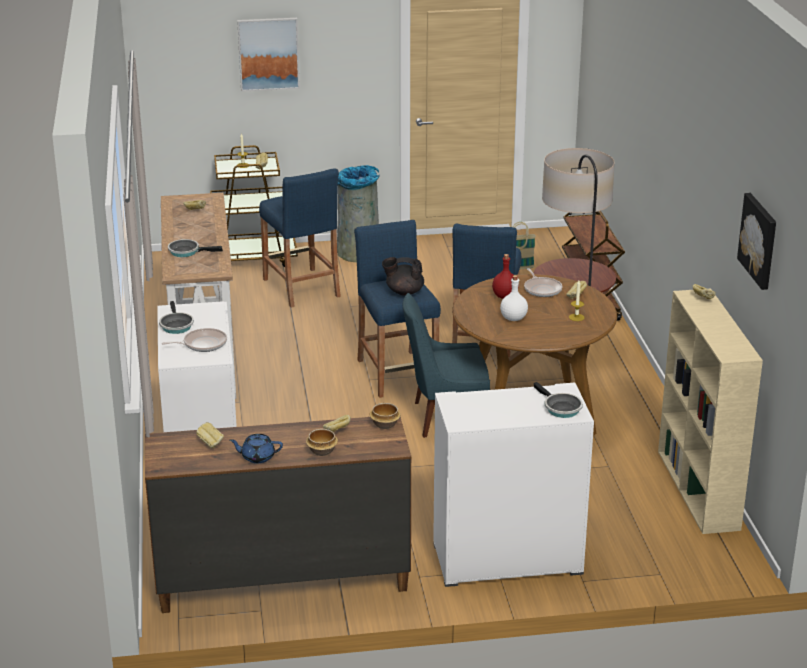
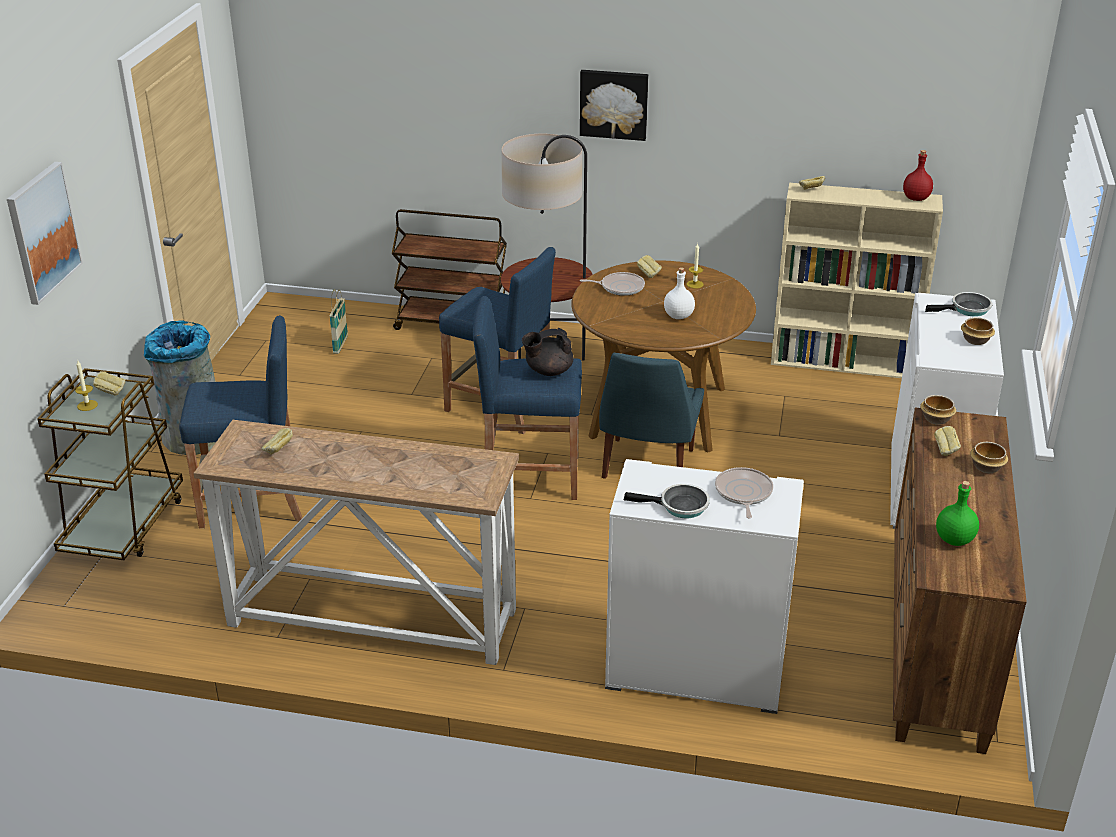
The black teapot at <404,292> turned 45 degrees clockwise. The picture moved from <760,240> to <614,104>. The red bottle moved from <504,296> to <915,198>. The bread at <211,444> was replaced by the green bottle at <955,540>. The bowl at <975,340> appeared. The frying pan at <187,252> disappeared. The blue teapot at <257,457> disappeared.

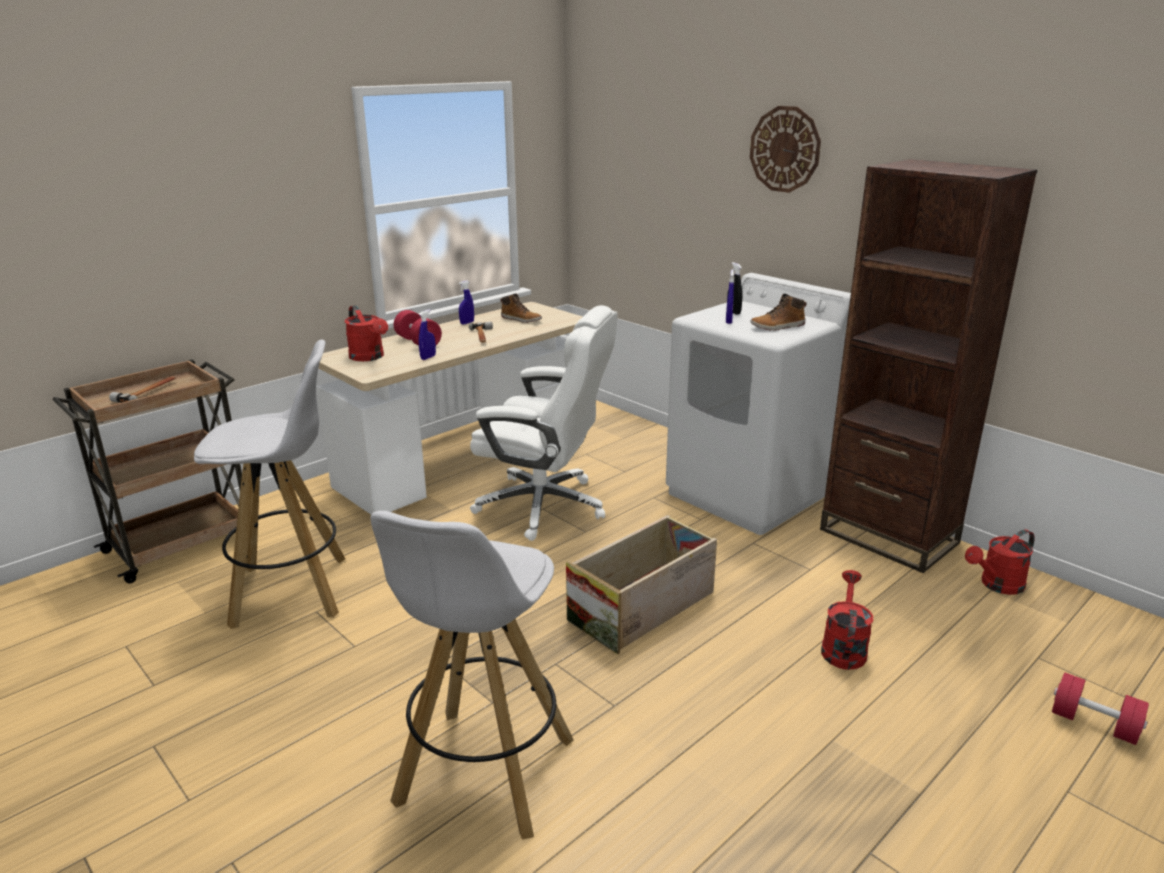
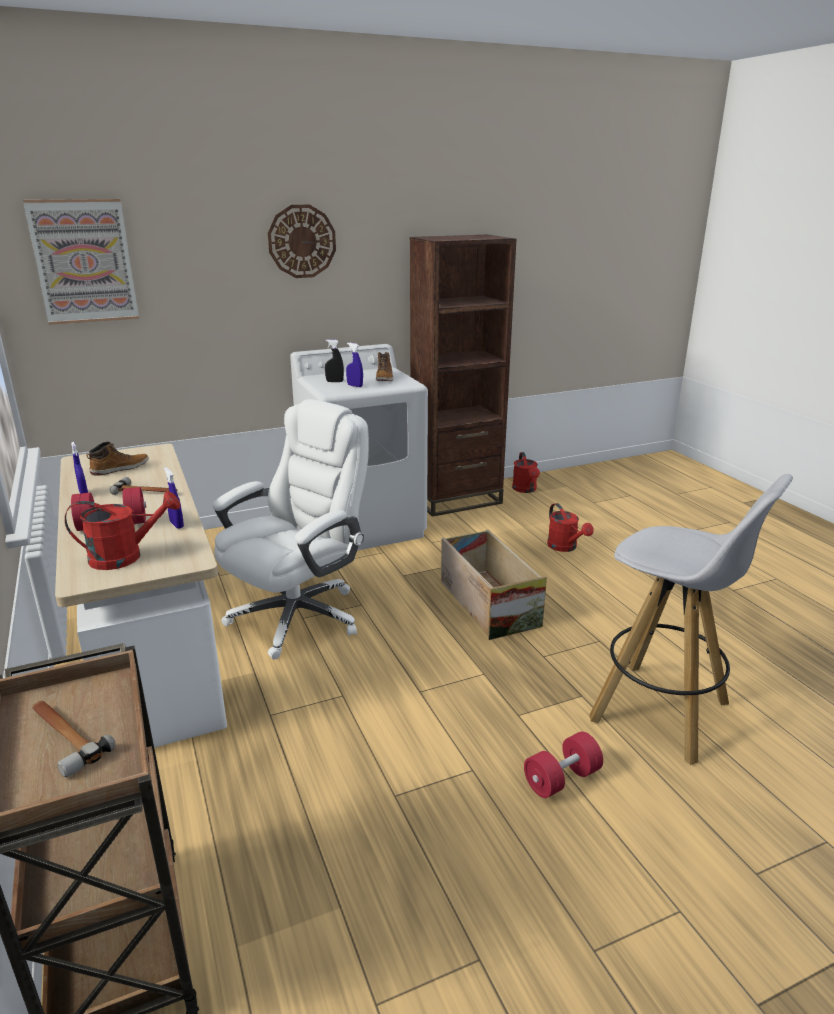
The picture at <84,262> appeared. The red dumbbell moved from <1094,724> to <562,779>. The red watering can at <843,647> turned 150 degrees counterclockwise. The white stool at <293,591> disappeared.

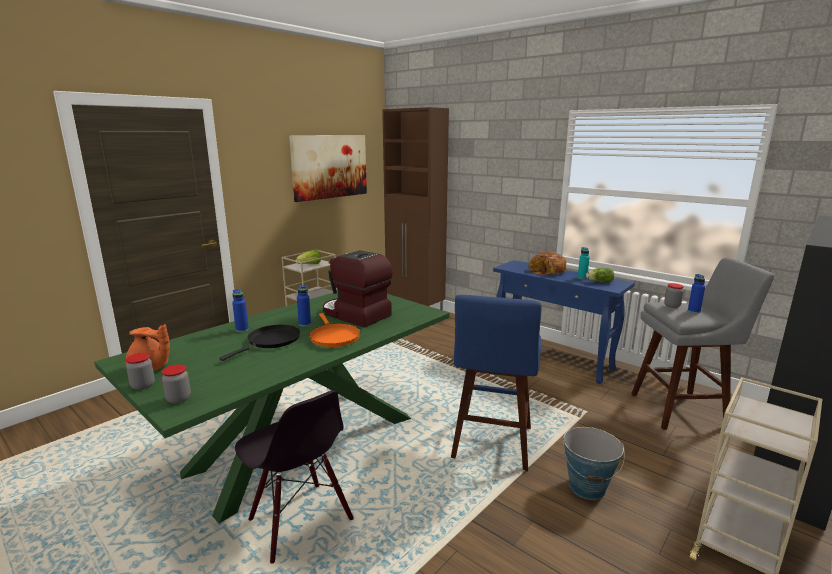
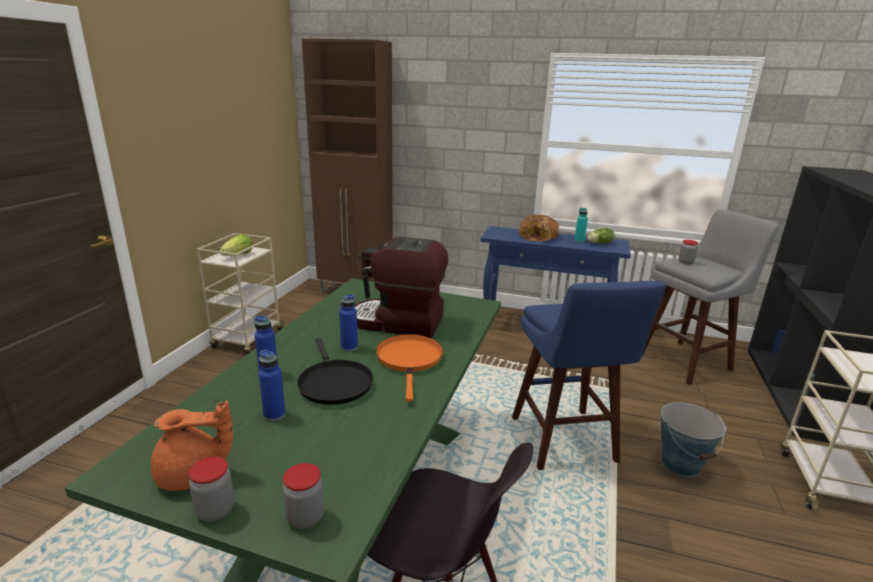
The blue bottle moved from <694,311> to <274,414>. The black frying pan at <271,341> turned 150 degrees clockwise. The orange frying pan at <333,337> turned 135 degrees counterclockwise. The picture at <330,166> disappeared.

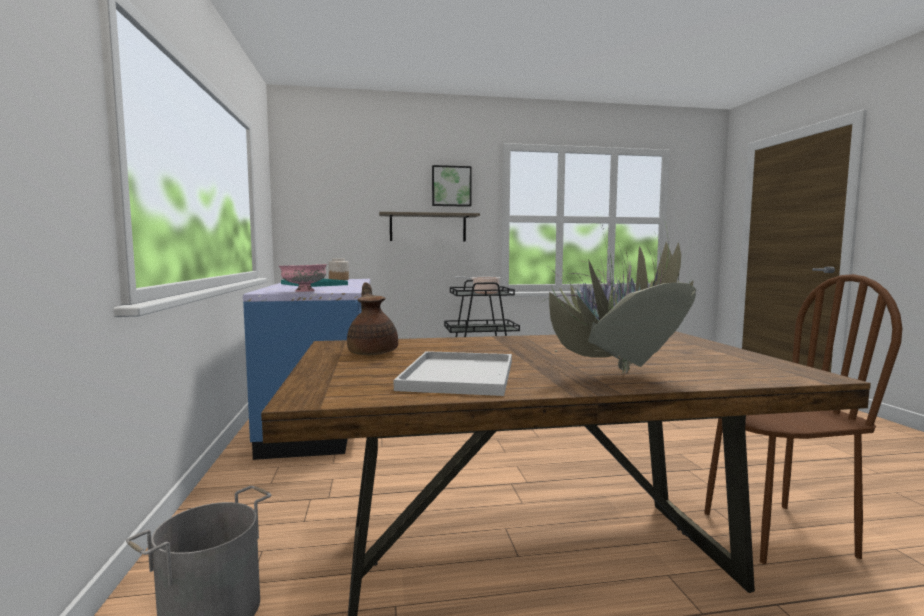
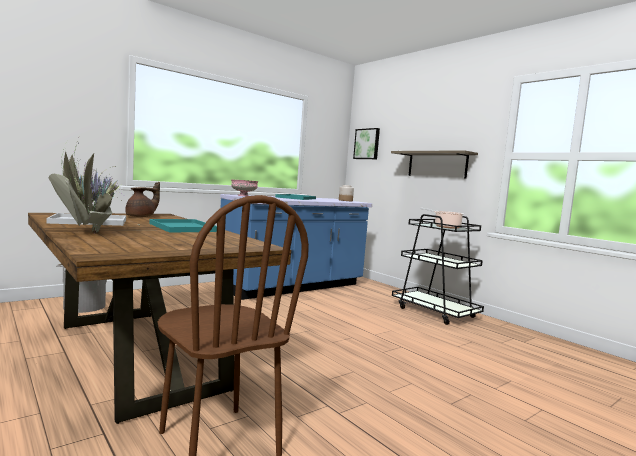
The turquoise tray at <182,227> appeared. The picture moved from <451,186> to <367,144>.

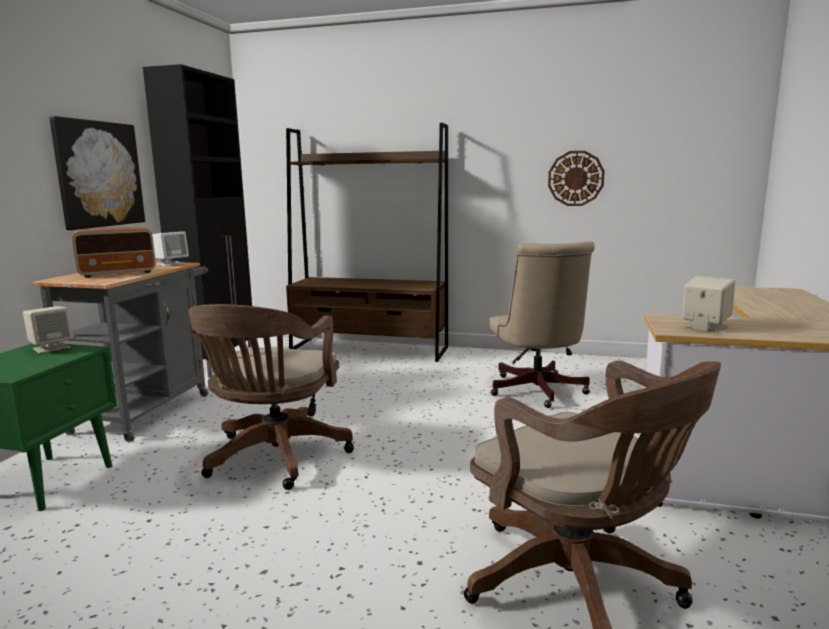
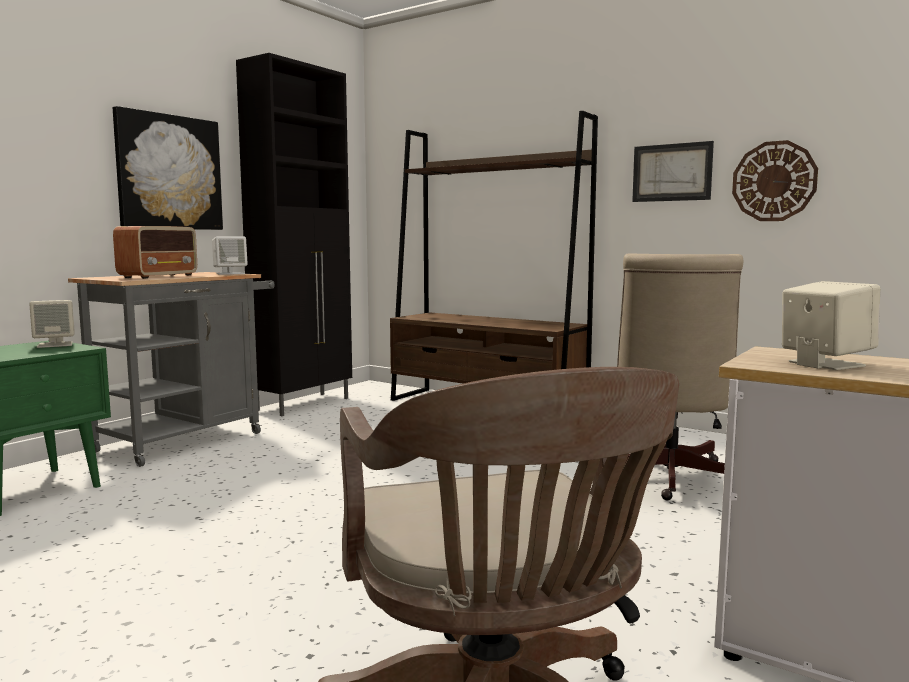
The radio at <118,273> turned 60 degrees counterclockwise. The picture at <672,172> appeared. The brown office chair at <274,458> disappeared.

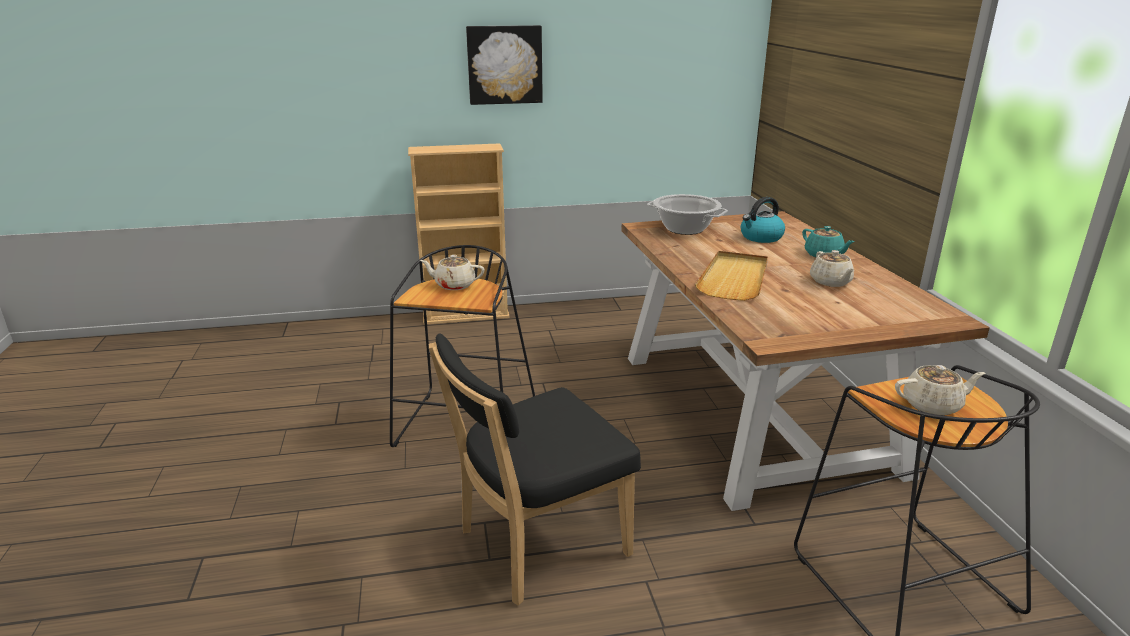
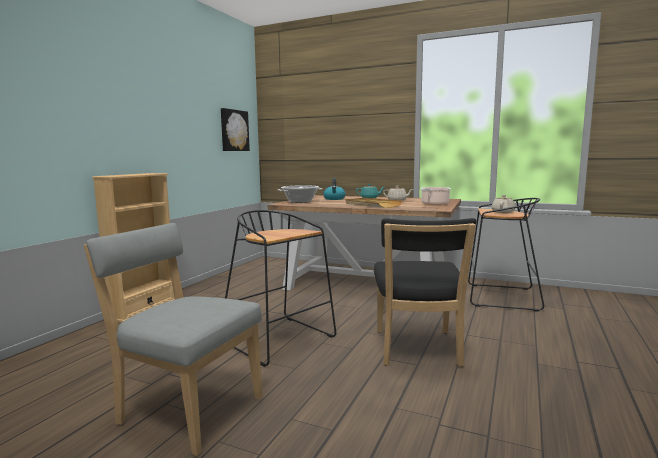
The grey chair at <186,409> appeared. The picture moved from <504,64> to <233,130>. The cooking pot at <434,204> appeared. The beige teapot at <454,285> disappeared.

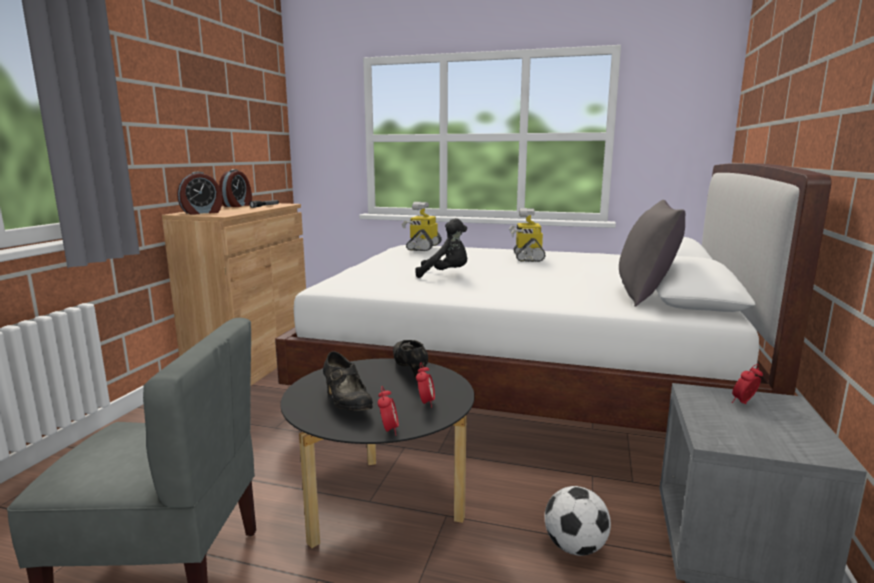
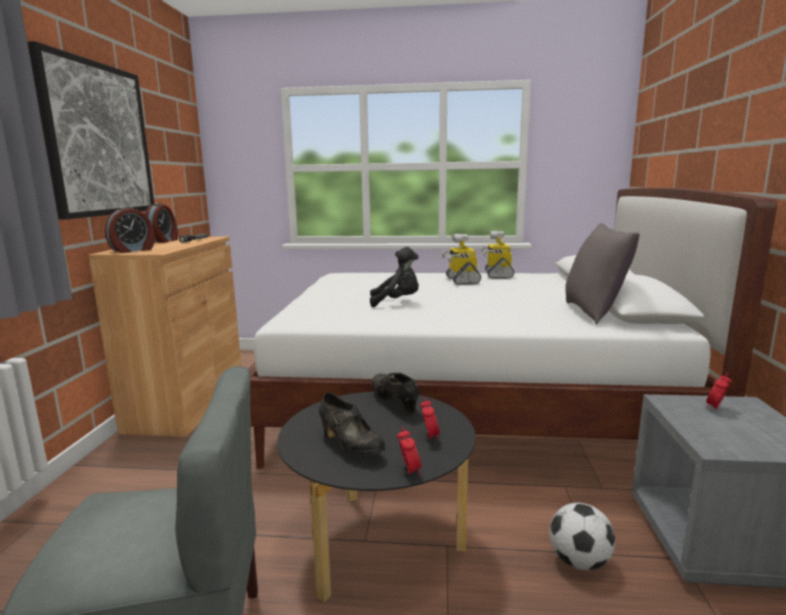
The picture at <98,140> appeared. The toy robot moved from <423,247> to <497,275>.

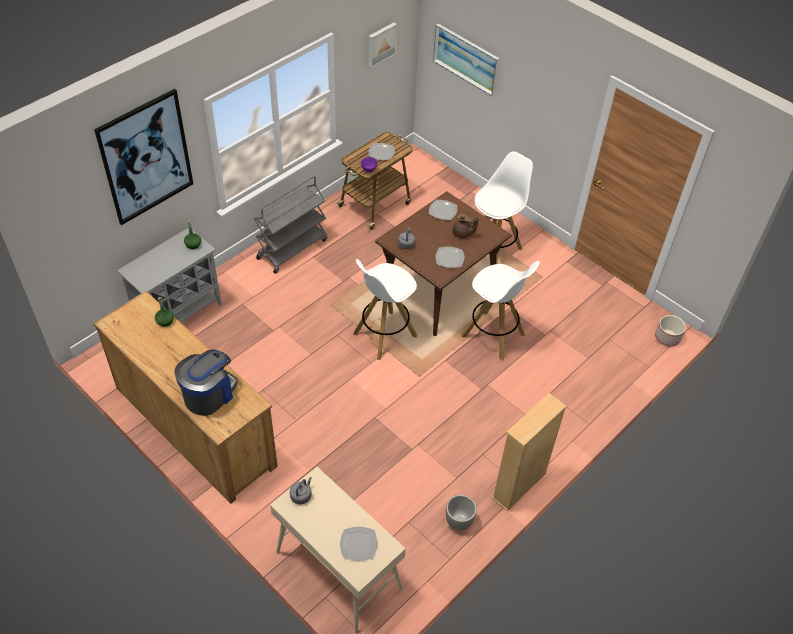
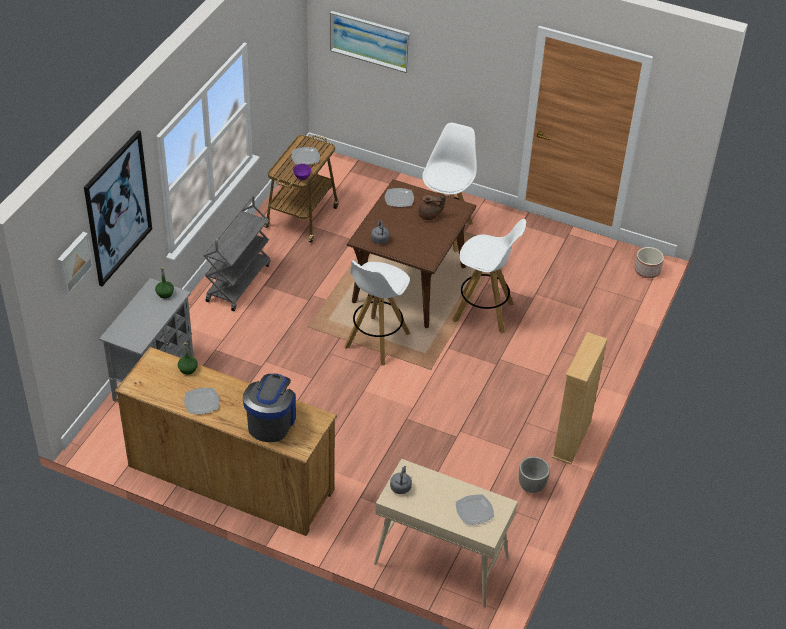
The picture moved from <381,44> to <73,262>. The plate moved from <449,258> to <201,402>.

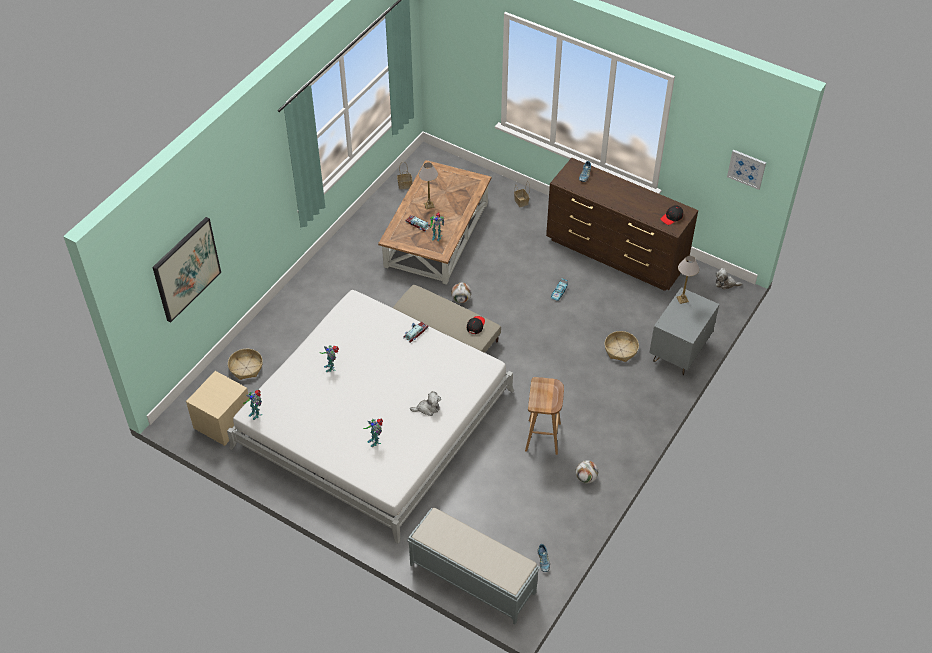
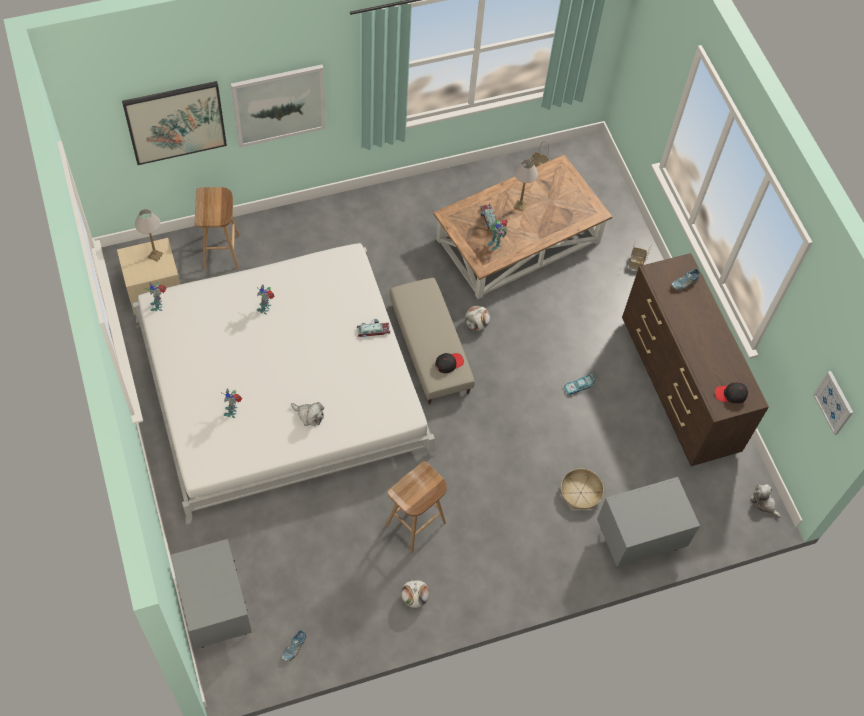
The table lamp moved from <682,299> to <155,255>. The grey bench at <471,578> was replaced by the grey nightstand at <216,610>. The basket at <246,367> was replaced by the brown stool at <222,252>. The picture at <279,105> appeared.

